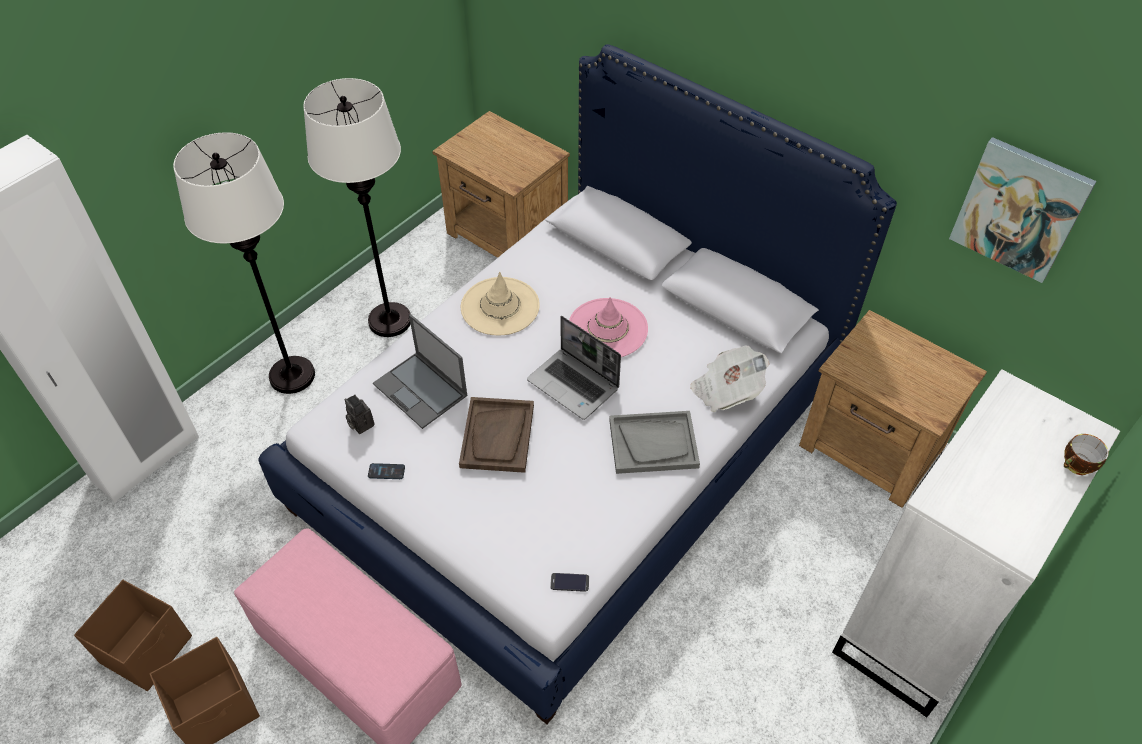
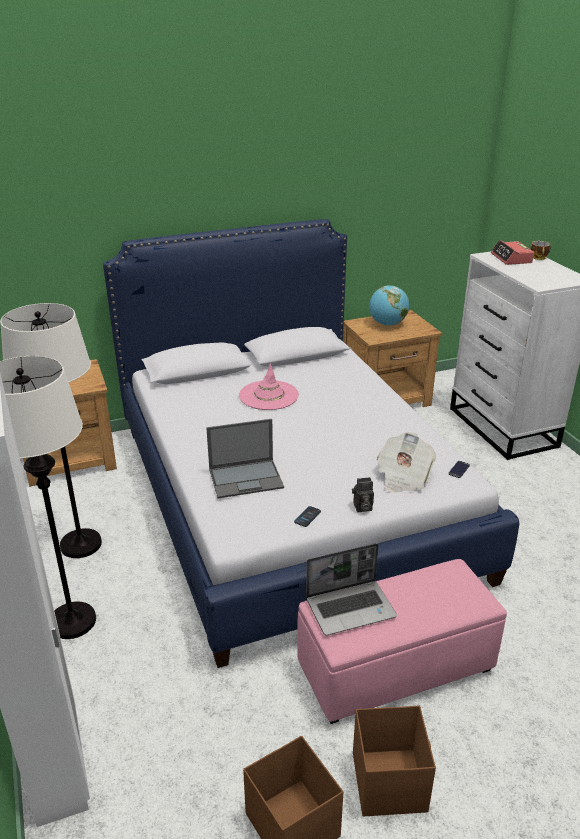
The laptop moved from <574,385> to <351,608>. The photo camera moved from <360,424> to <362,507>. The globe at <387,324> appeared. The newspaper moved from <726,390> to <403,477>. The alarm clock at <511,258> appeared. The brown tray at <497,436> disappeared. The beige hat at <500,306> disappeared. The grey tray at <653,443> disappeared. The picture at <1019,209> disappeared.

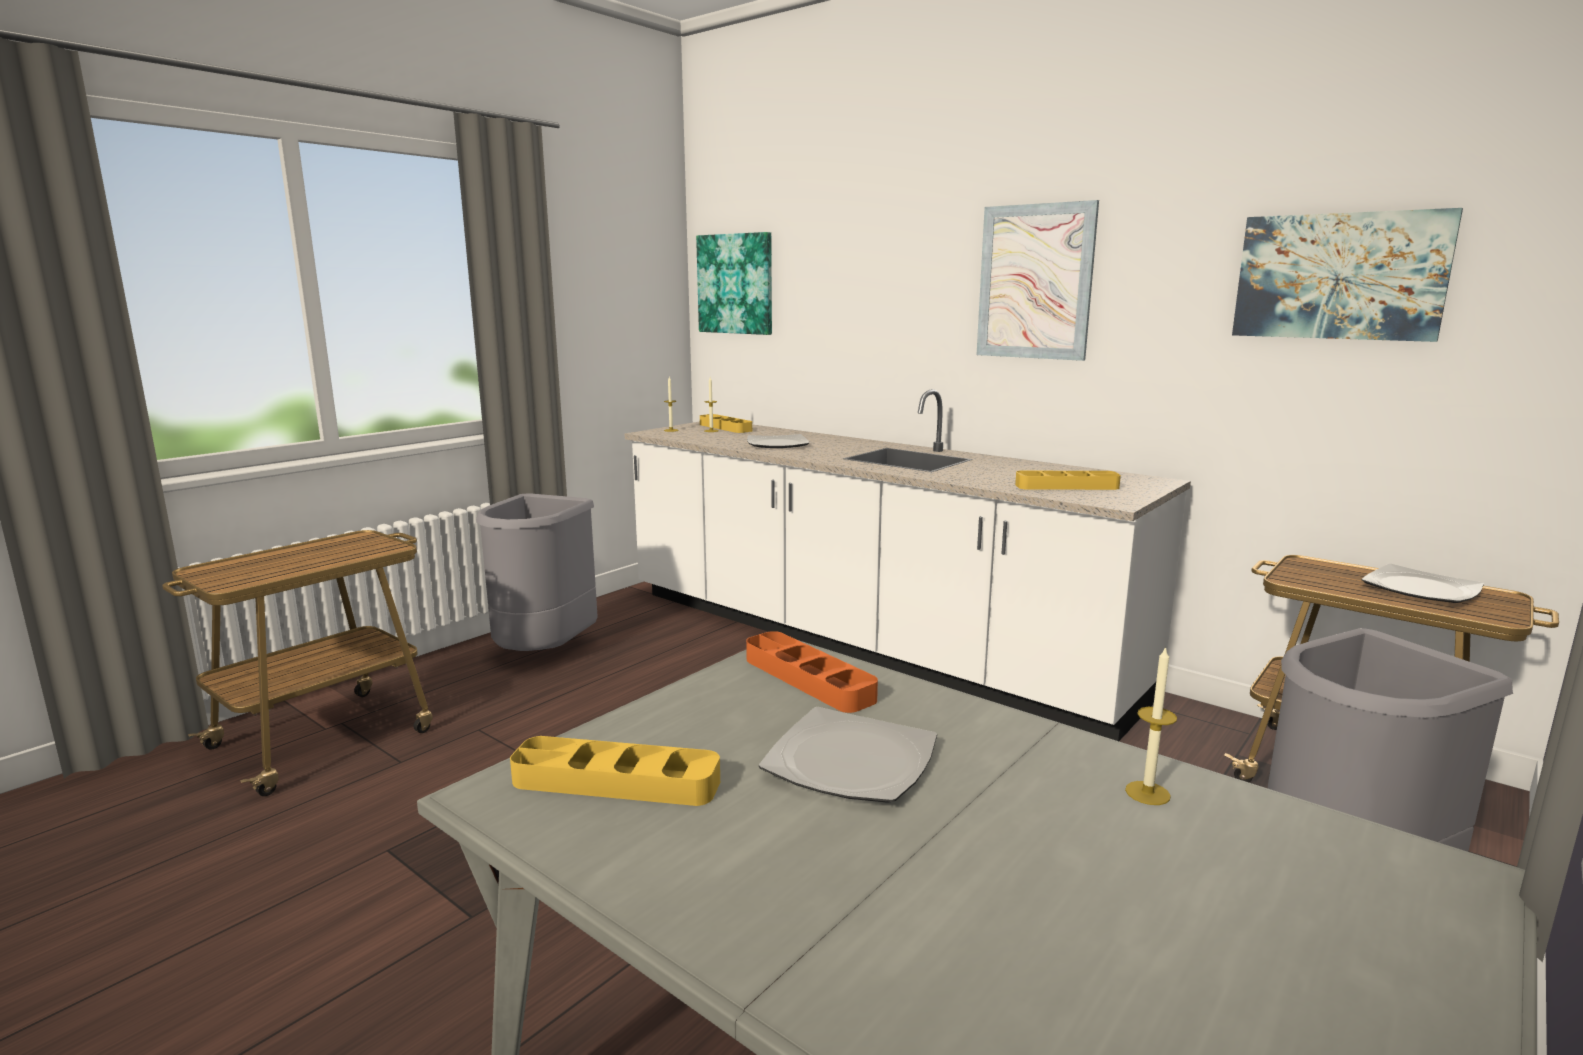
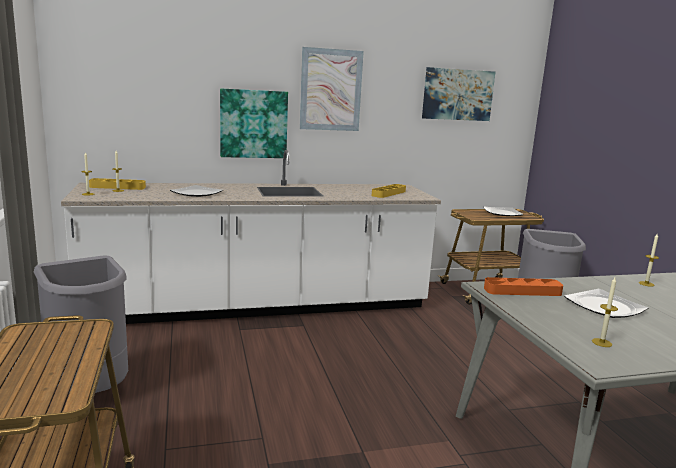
The picture moved from <736,284> to <253,124>. The yellow tray at <616,781> was replaced by the candle at <601,342>.

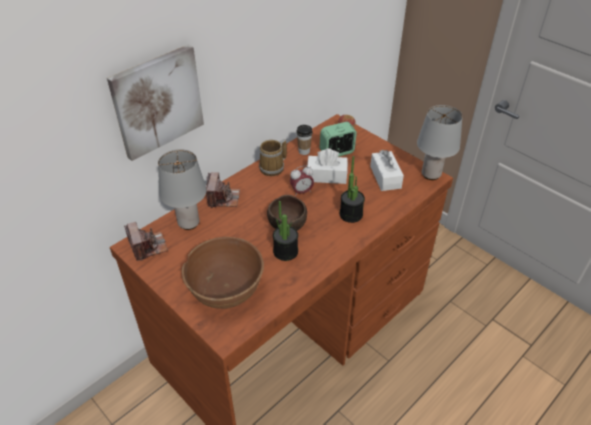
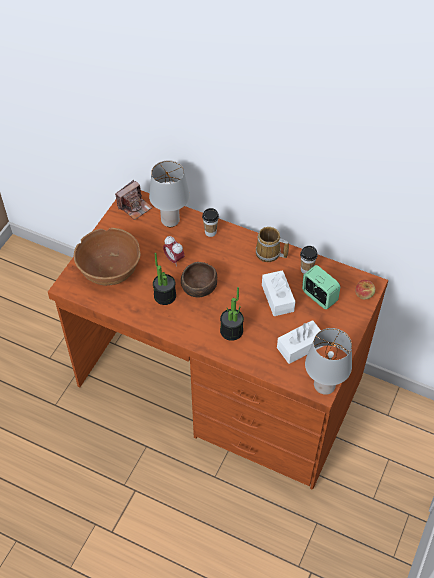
The alarm clock moved from <301,192> to <174,259>. The photo camera at <223,198> was replaced by the cup at <210,232>. The picture at <157,101> disappeared.

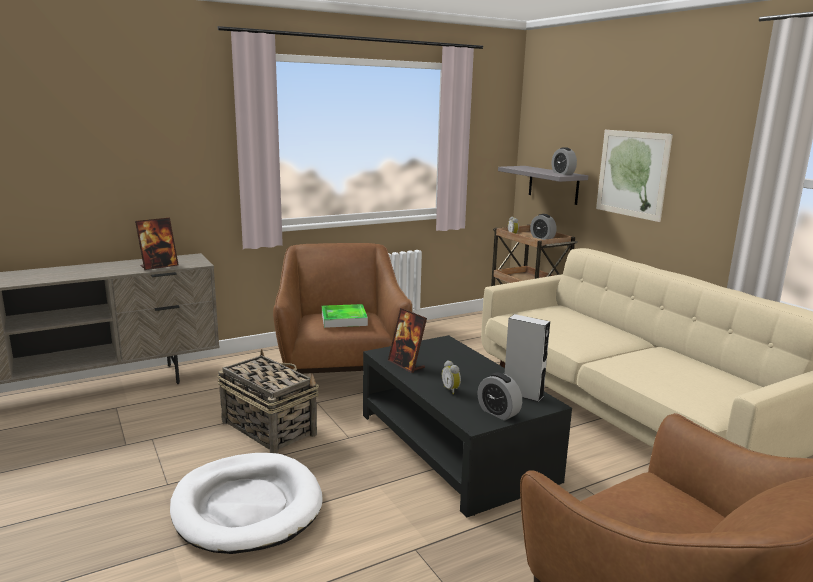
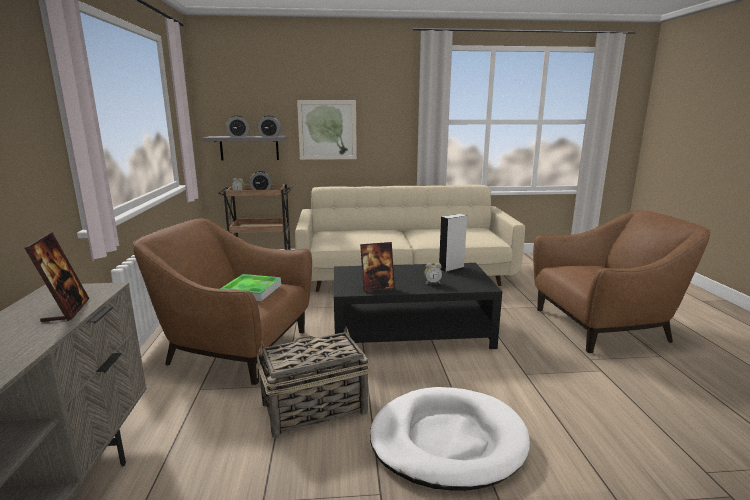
The alarm clock moved from <498,413> to <238,136>.

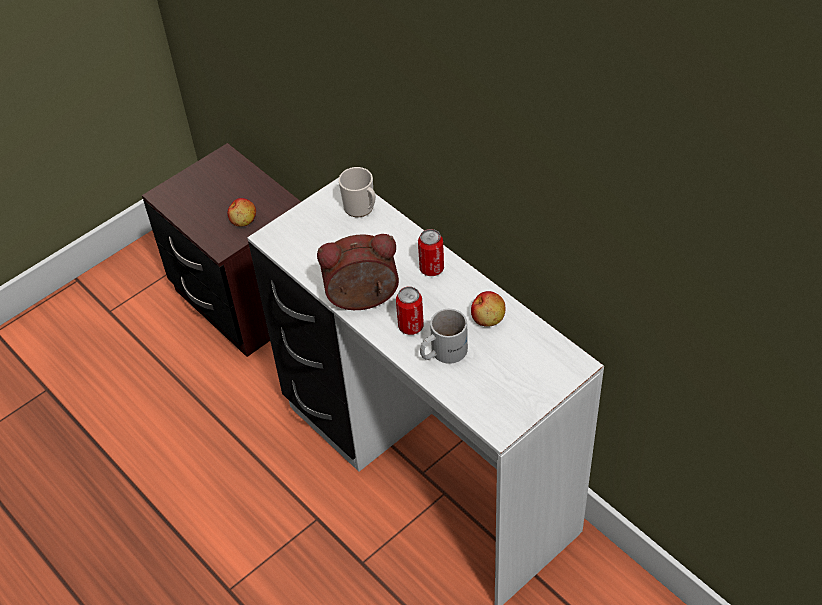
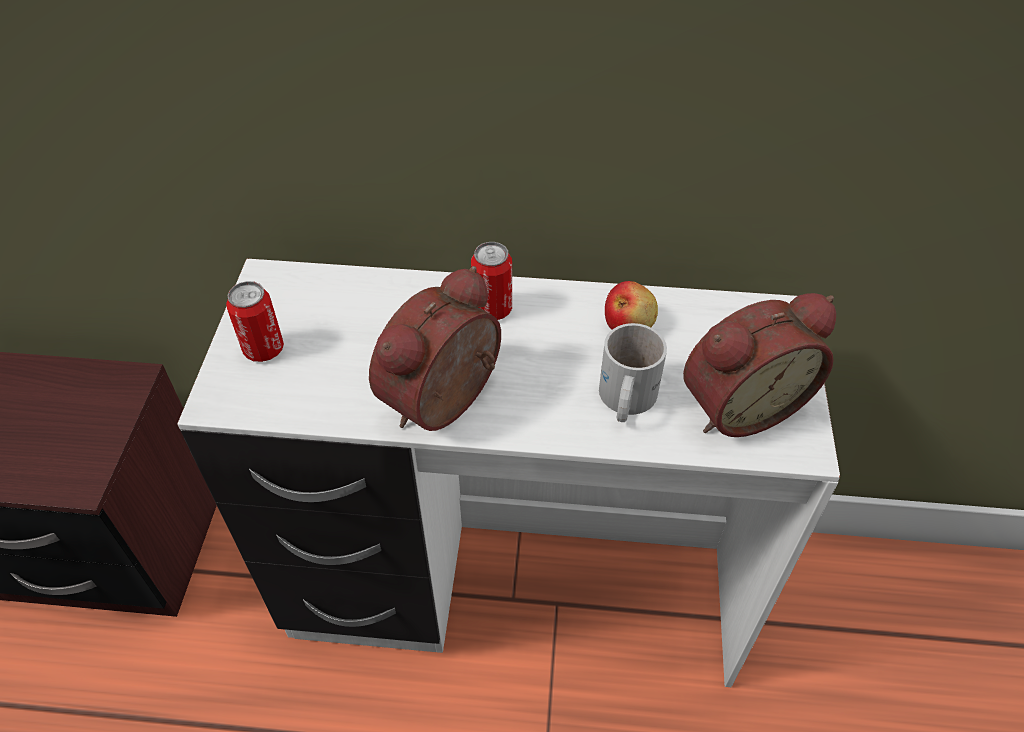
The can moved from <411,326> to <263,349>. The alarm clock at <739,404> appeared. The apple at <243,221> disappeared. The mug at <361,208> disappeared.

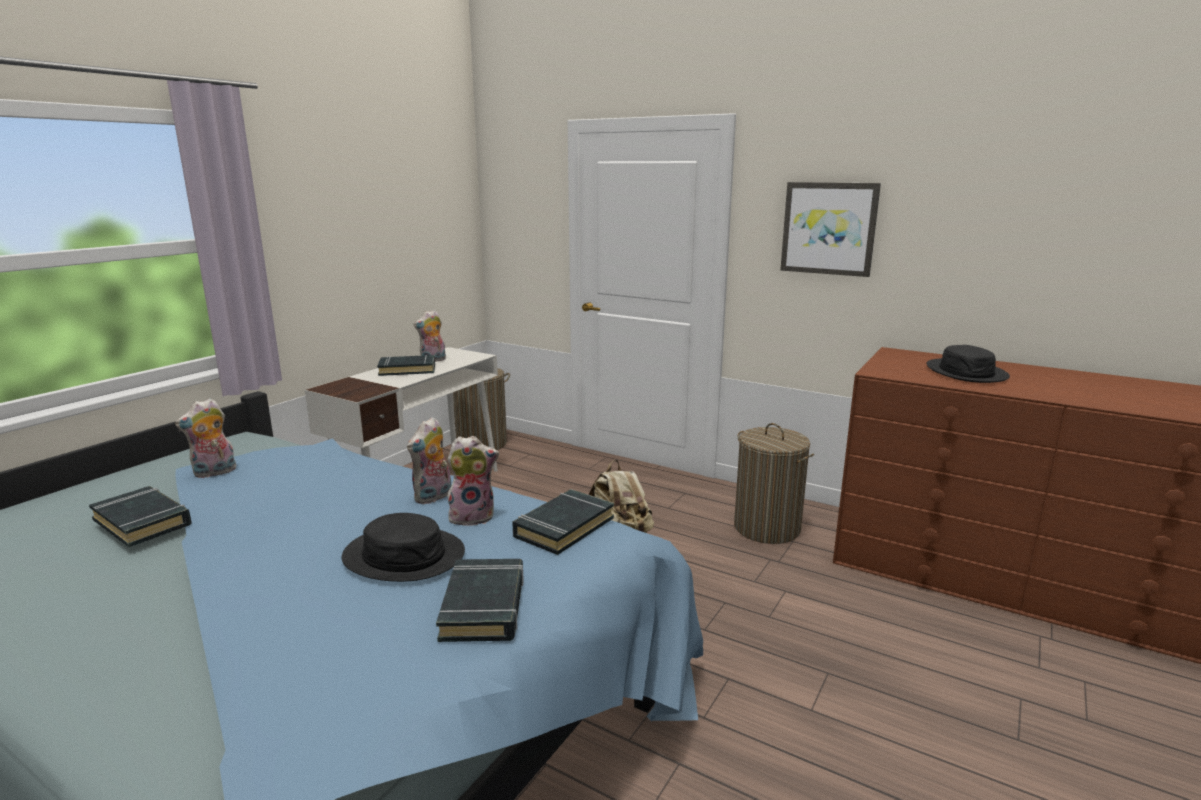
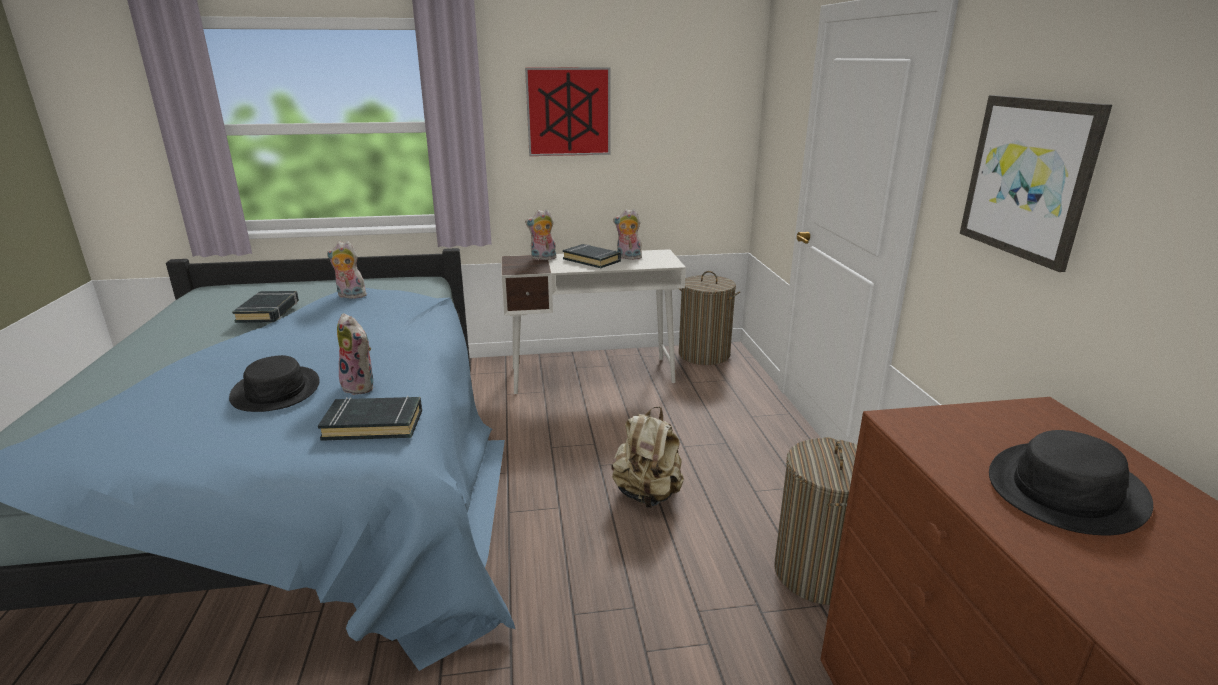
The picture at <568,112> appeared. The plush toy moved from <433,497> to <543,258>. The black book at <484,606> disappeared.

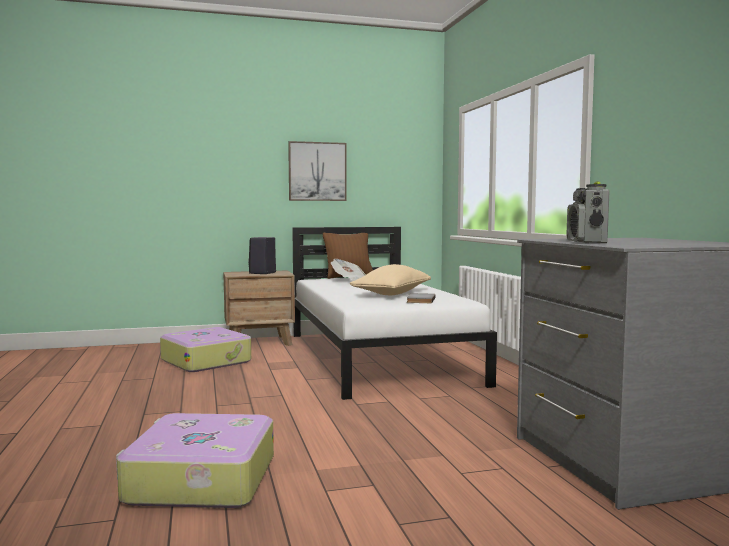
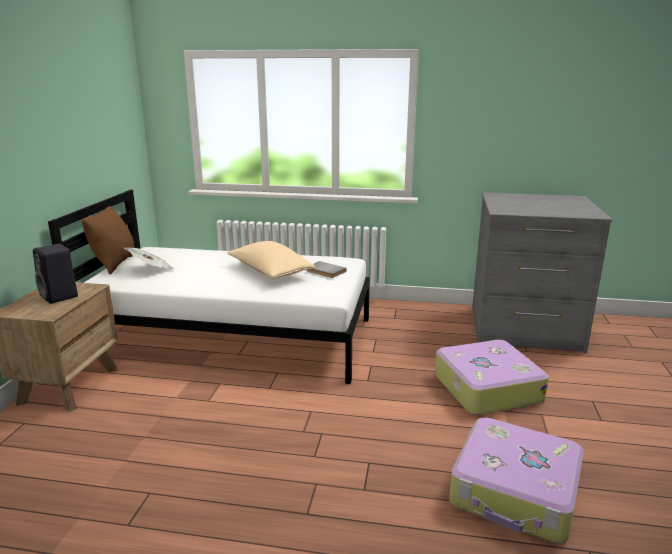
The suitcase moved from <206,361> to <485,388>. The picture at <317,171> disappeared. The radio at <586,242> disappeared.

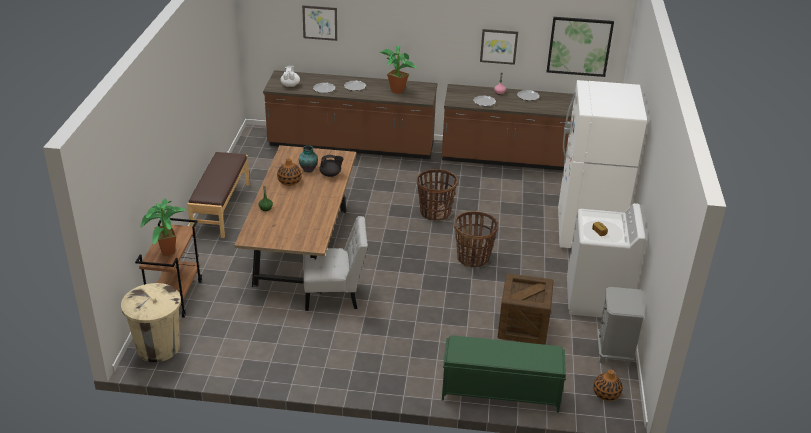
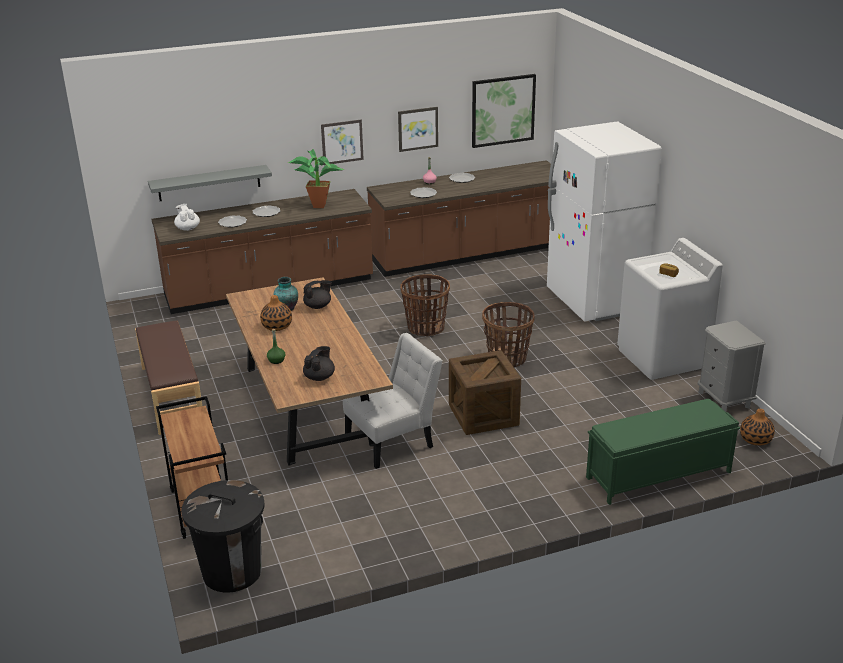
The grey shelf at <209,183> appeared. The beige trash can at <158,348> became the black trash can at <232,572>. The black teapot at <319,377> appeared. The picture moved from <320,23> to <342,142>. The crate moved from <523,327> to <483,415>. The potted plant at <167,254> disappeared.

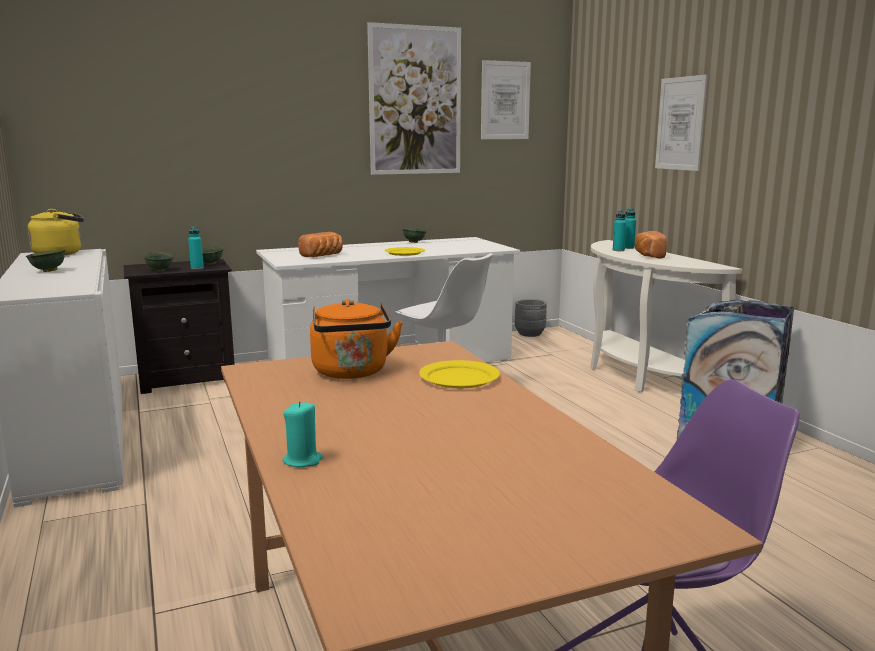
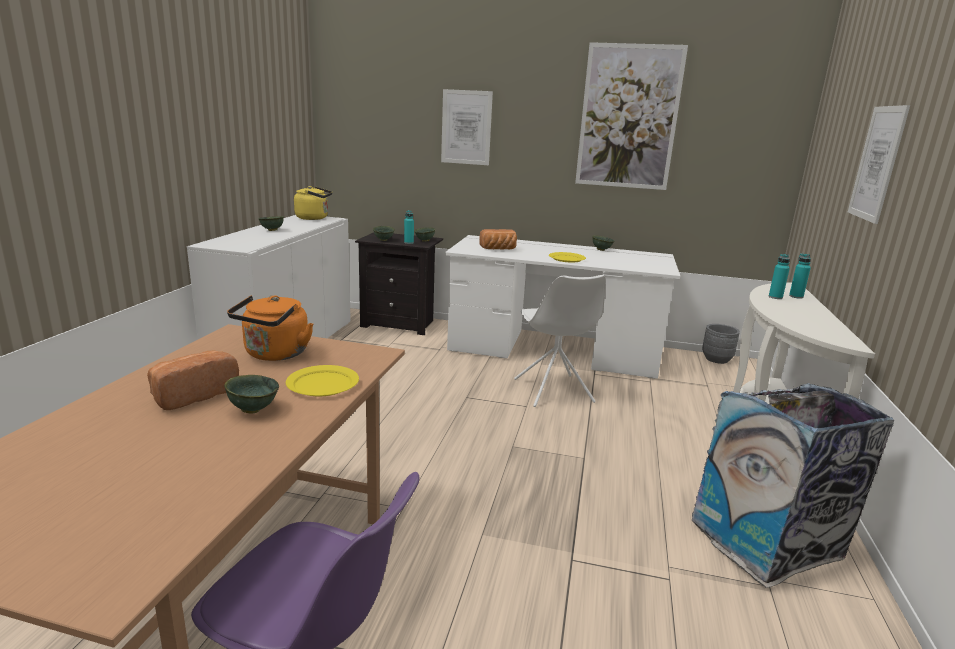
The bread moved from <648,255> to <193,394>. The green bowl at <253,409> appeared. The picture moved from <505,100> to <466,127>. The turquoise candle at <303,460> disappeared.

